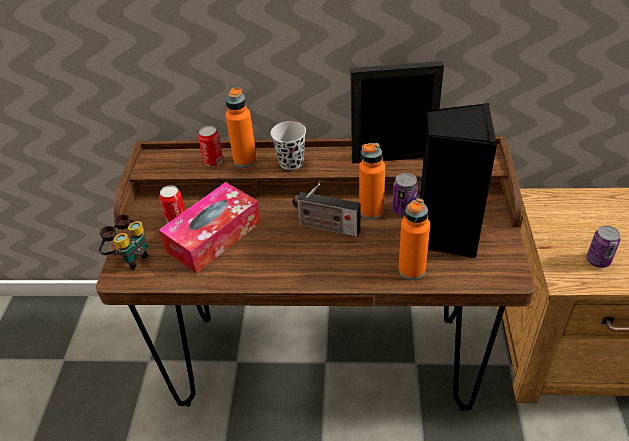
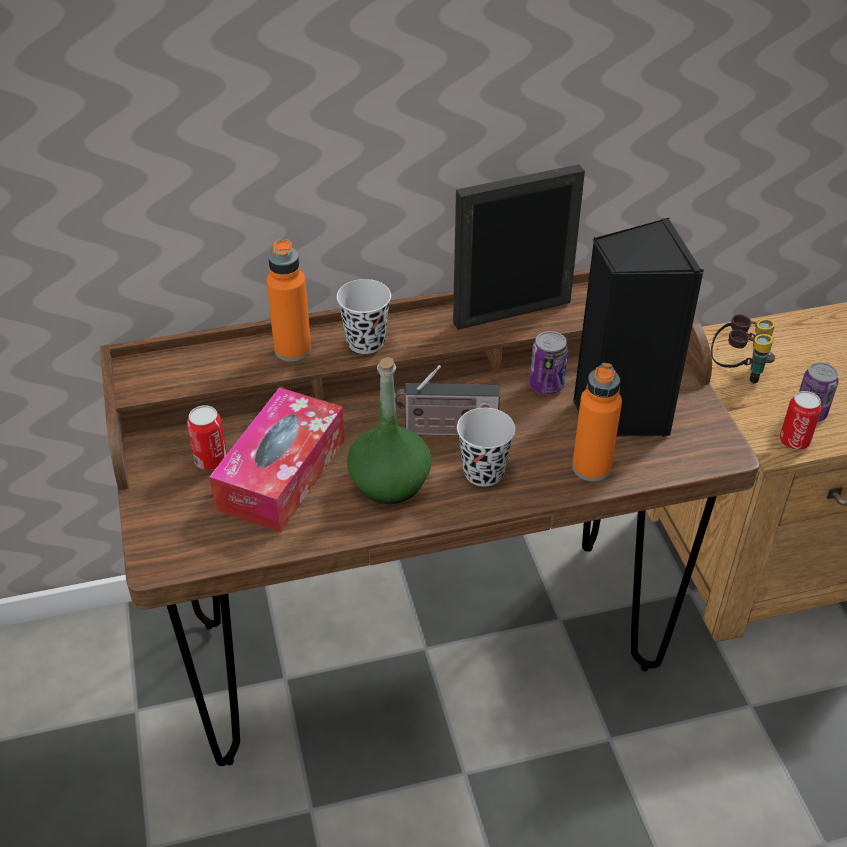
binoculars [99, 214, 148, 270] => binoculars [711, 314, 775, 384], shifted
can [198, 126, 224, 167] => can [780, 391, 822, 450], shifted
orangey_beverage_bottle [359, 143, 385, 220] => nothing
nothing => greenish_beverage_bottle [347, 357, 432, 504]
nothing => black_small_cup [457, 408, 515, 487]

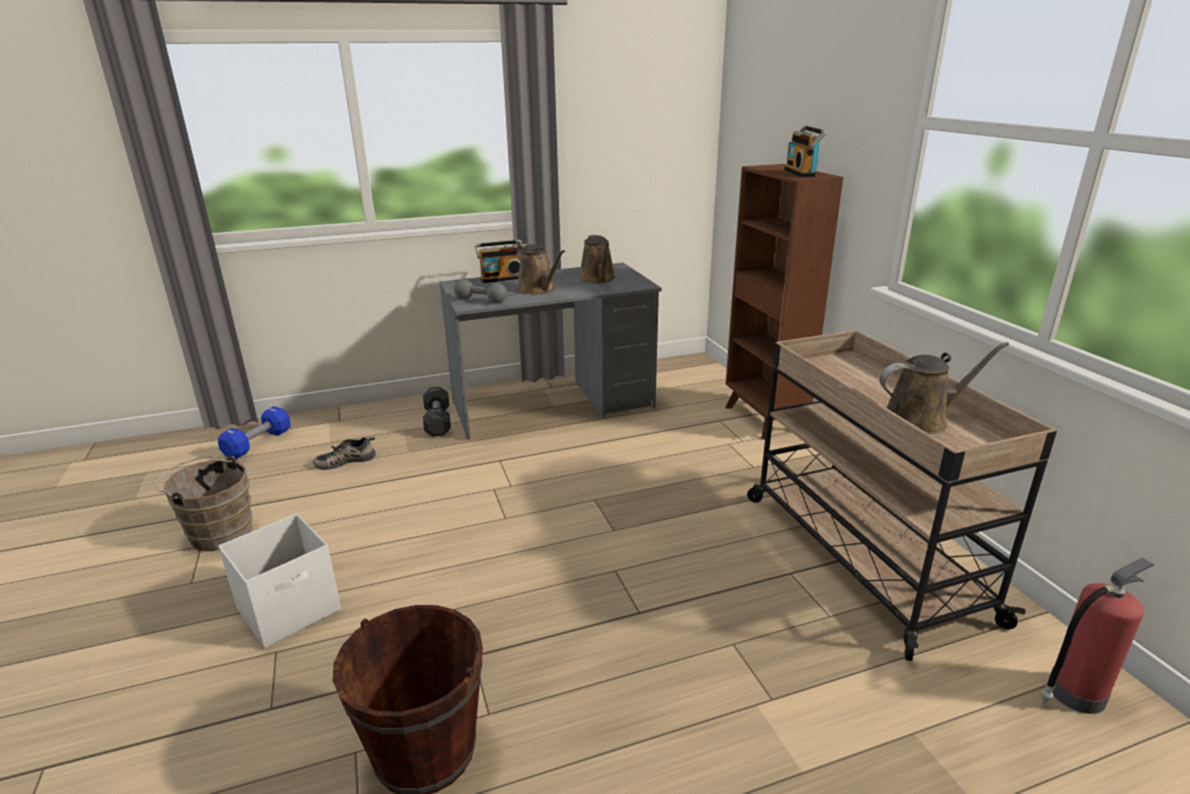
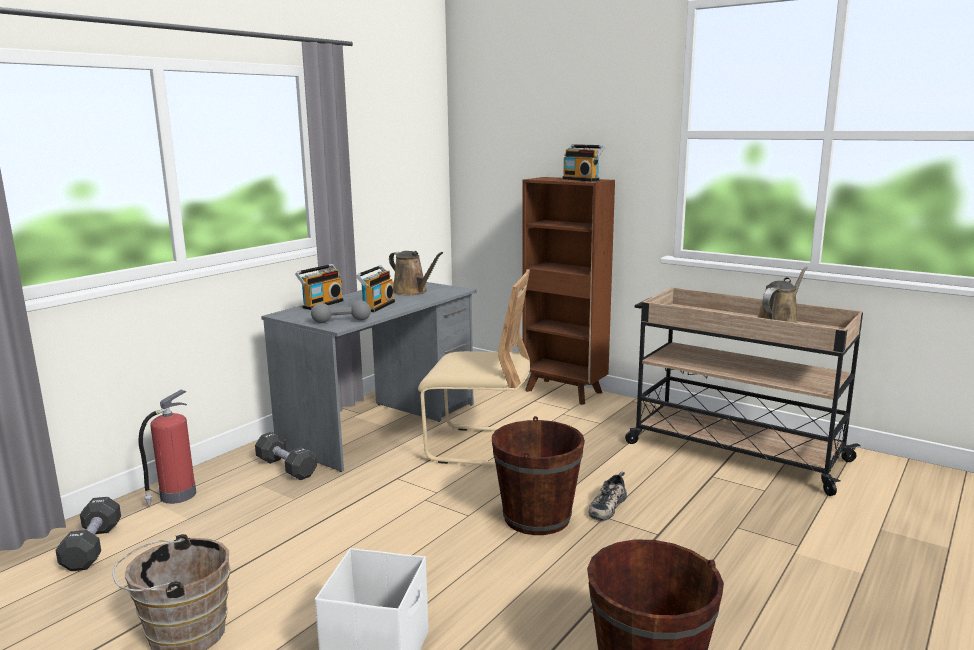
bluish_dumbbell [218, 406, 291, 459] => black_dumbbell [55, 497, 121, 571]
shoe [313, 437, 376, 470] => shoe [589, 472, 627, 521], shifted
brown-coloured_watering_pot [517, 244, 565, 295] => radio_receiver [356, 265, 395, 312]
extinguisher [1041, 557, 1154, 714] => extinguisher [139, 390, 196, 505], shifted
nothing => sand-coloured_chair [418, 269, 530, 466]
nothing => brown-coloured_bucket [492, 416, 585, 535]

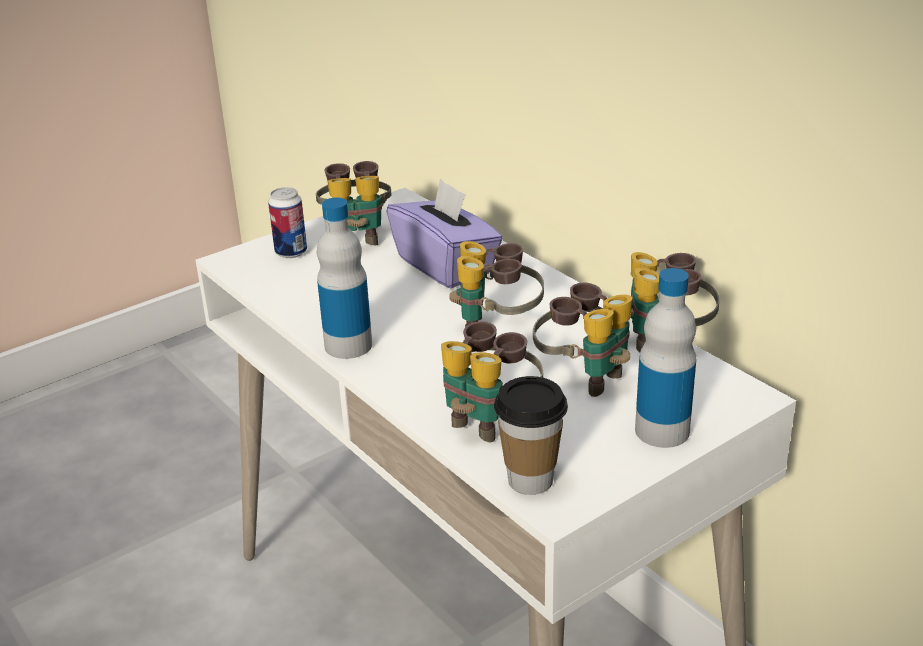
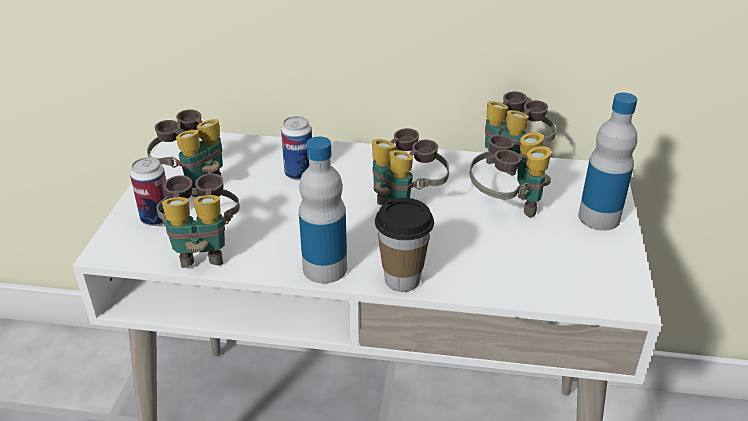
purplish_box_of_tissues [386, 178, 503, 288] => can [281, 116, 312, 180]
binoculars [441, 321, 543, 442] => binoculars [157, 173, 240, 268], shifted
small_cup [494, 376, 568, 495] => small_cup [375, 198, 434, 292], shifted

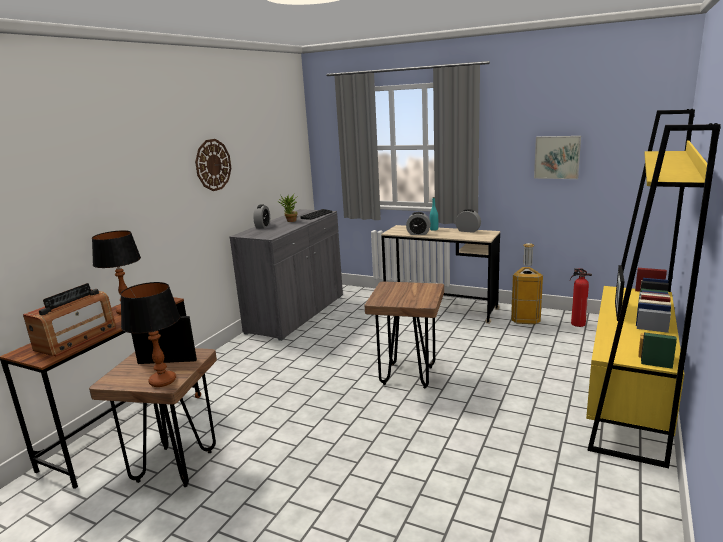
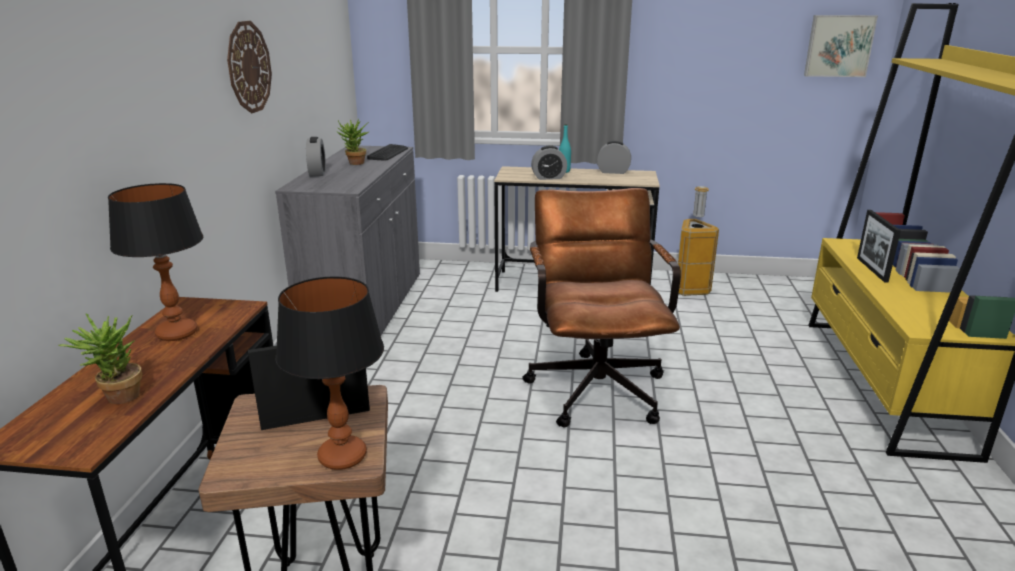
radio_receiver [23, 283, 116, 356] => plant_in_a_pot [58, 314, 142, 404]
brown-coloured_sitting_stool [365, 281, 444, 388] => brown-coloured_desk_chair [522, 188, 681, 427]
wall_picture [534, 136, 581, 179] => wall_picture [804, 15, 878, 77], shifted
extinguisher [570, 268, 592, 327] => nothing

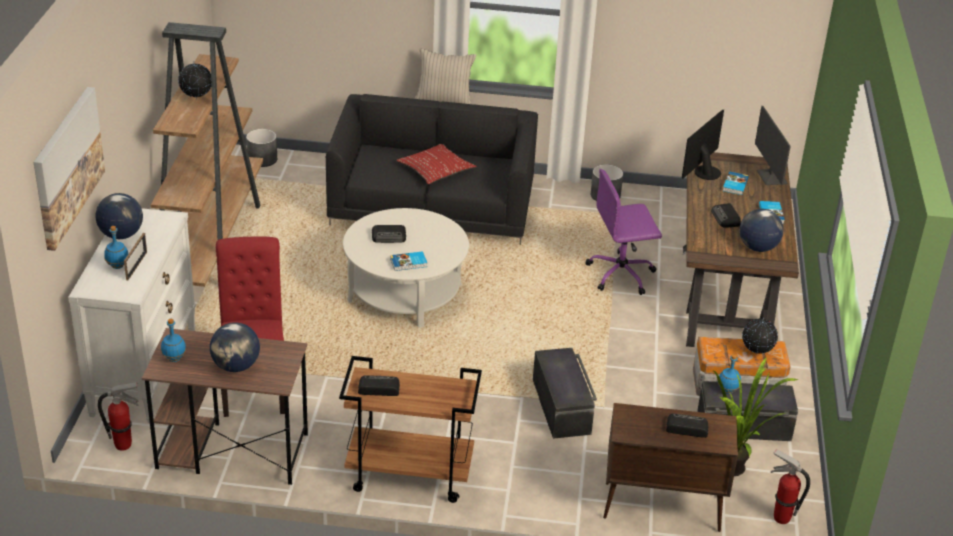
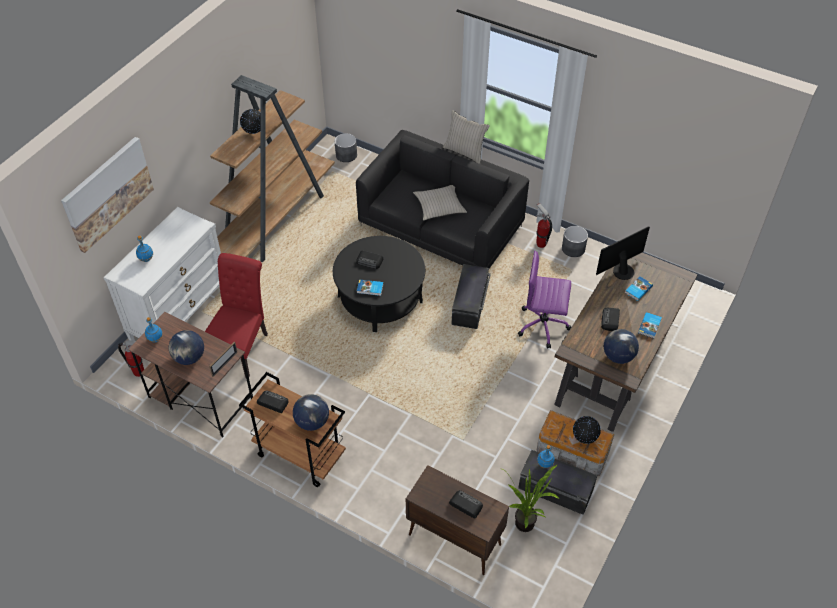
world_globe [95, 193, 143, 239] => world_globe [293, 394, 329, 431], shifted
picture_frame [124, 233, 147, 280] => picture_frame [209, 342, 238, 377], shifted
whitish_coffee_table [343, 208, 469, 327] => black_coffee_table [333, 236, 425, 332]
reddish_pillow [396, 144, 477, 184] => sand-coloured_pillow [413, 185, 467, 221]
black_storage_box [533, 348, 597, 439] => black_storage_box [452, 264, 491, 329], shifted
monitor [755, 106, 791, 185] => nothing
extinguisher [771, 449, 810, 524] => extinguisher [536, 203, 552, 248], shifted

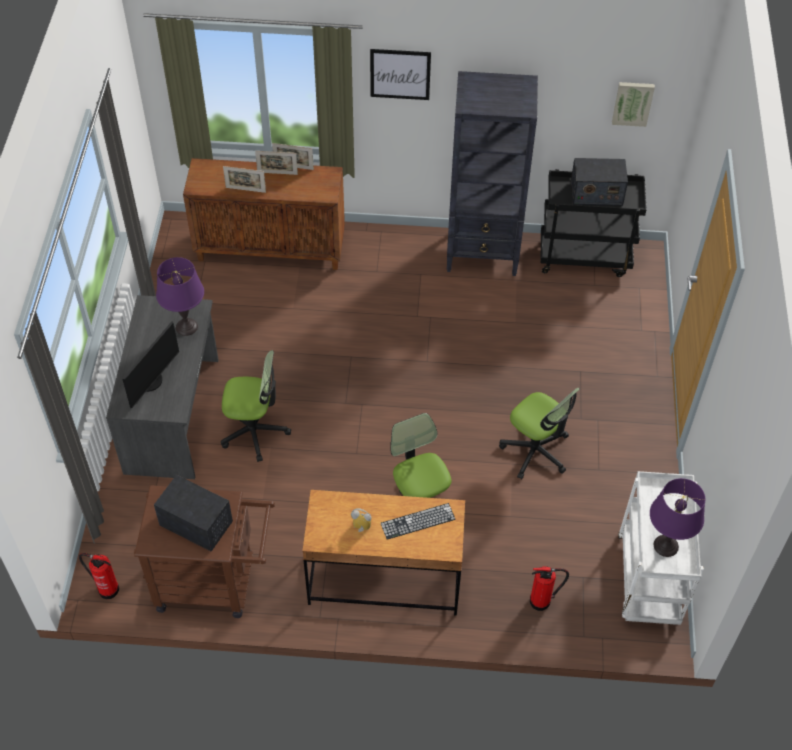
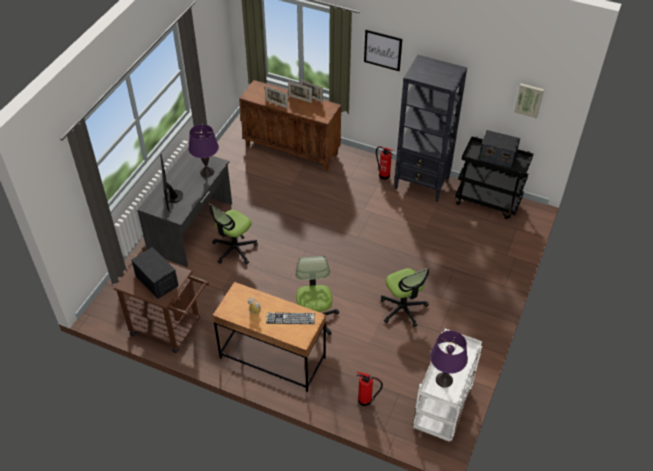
extinguisher [79, 553, 119, 599] => extinguisher [376, 146, 393, 180], shifted
monitor [122, 321, 179, 408] => monitor [160, 154, 183, 211], 120 degrees clockwise
desk_chair [221, 350, 291, 462] => desk_chair [209, 204, 258, 264], 105 degrees clockwise

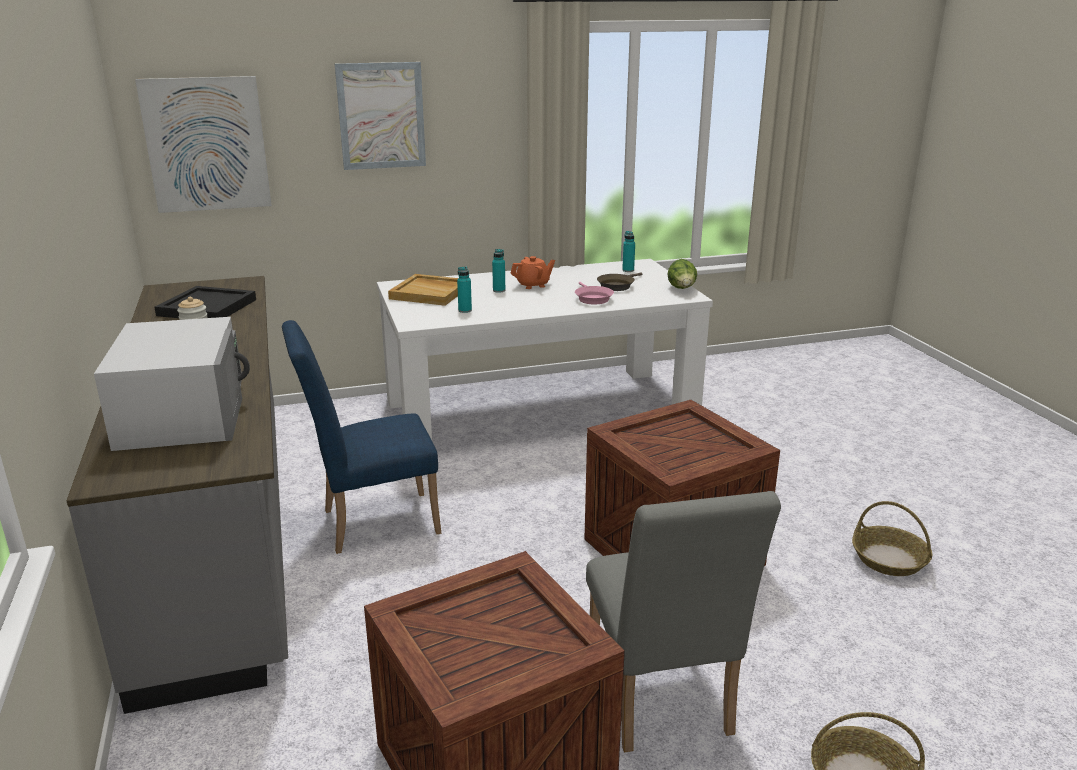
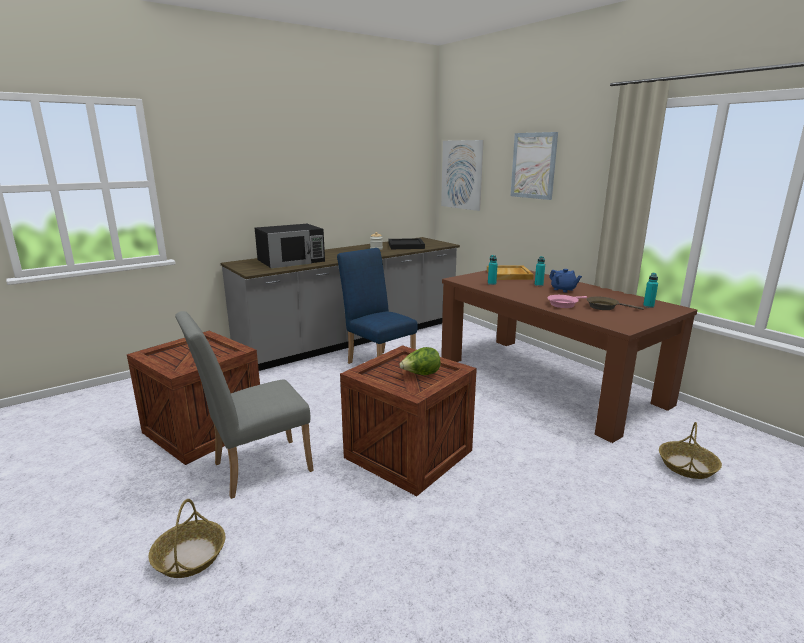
whitish_kitchen_microwave [94, 317, 250, 451] => black_kitchen_microwave [255, 224, 325, 268]
whitish_dining_table [377, 259, 713, 440] => brown-coloured_dining_table [441, 270, 697, 443]
orangey_tea_pot [510, 256, 555, 289] => bluish_tea_pot [549, 269, 582, 292]
head_of_lettuce [668, 259, 697, 289] => head_of_lettuce [400, 347, 441, 375], shifted
basket [852, 501, 932, 576] => basket [659, 422, 722, 479], shifted

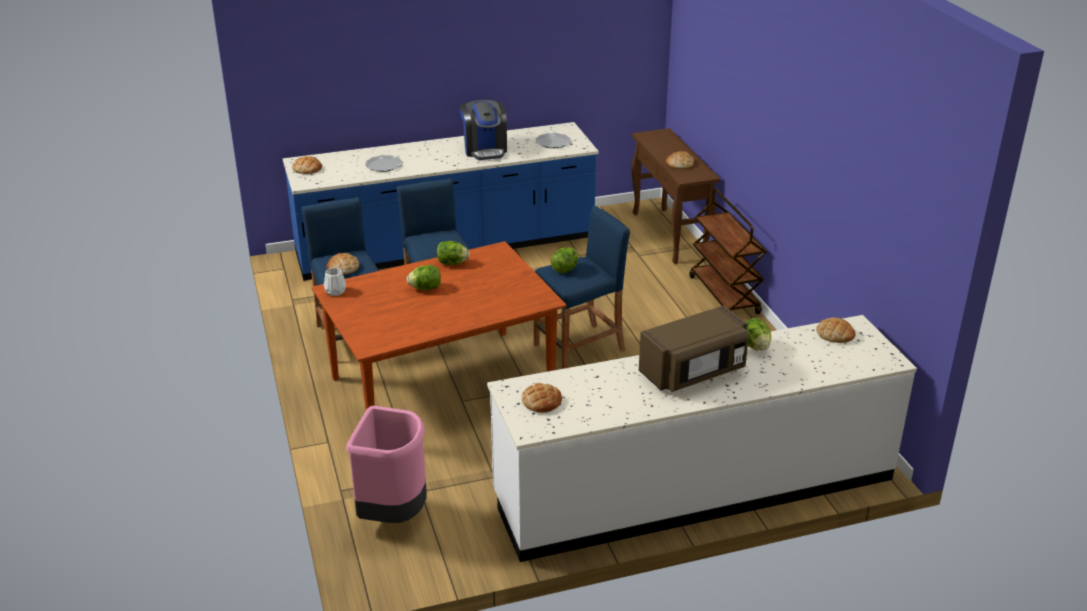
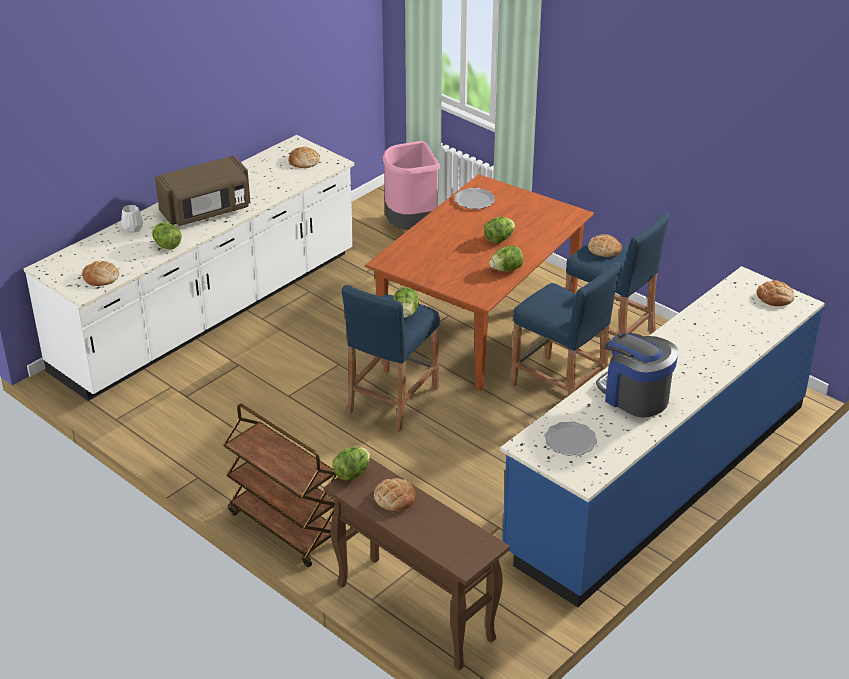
whitish_decorative_vase [324, 268, 346, 296] => whitish_decorative_vase [121, 205, 143, 233], shifted
flat_dish [365, 155, 403, 172] => flat_dish [455, 188, 495, 209], shifted
brown-coloured_kitchen_microwave [639, 305, 749, 392] => brown-coloured_kitchen_microwave [155, 155, 251, 226], 150 degrees counterclockwise
nothing => head_of_lettuce [332, 447, 370, 481]

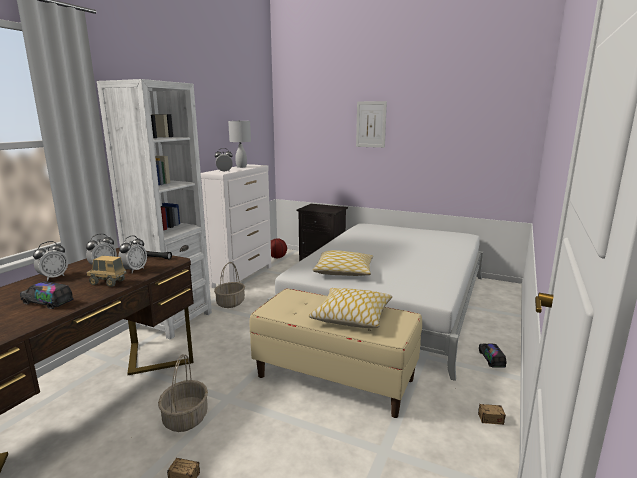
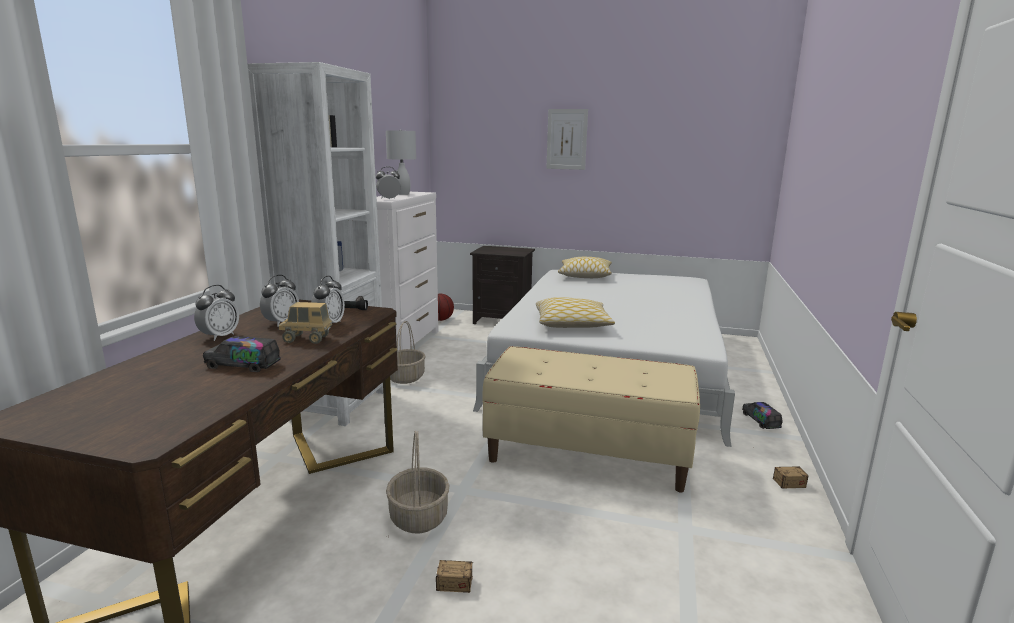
pillow [309, 288, 392, 328] => pillow [558, 257, 612, 278], shifted

